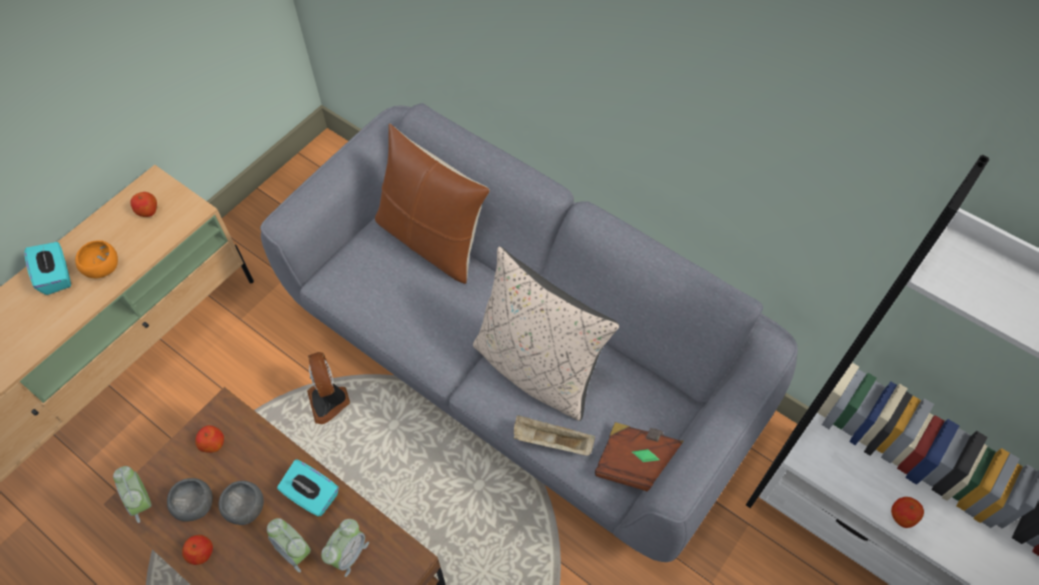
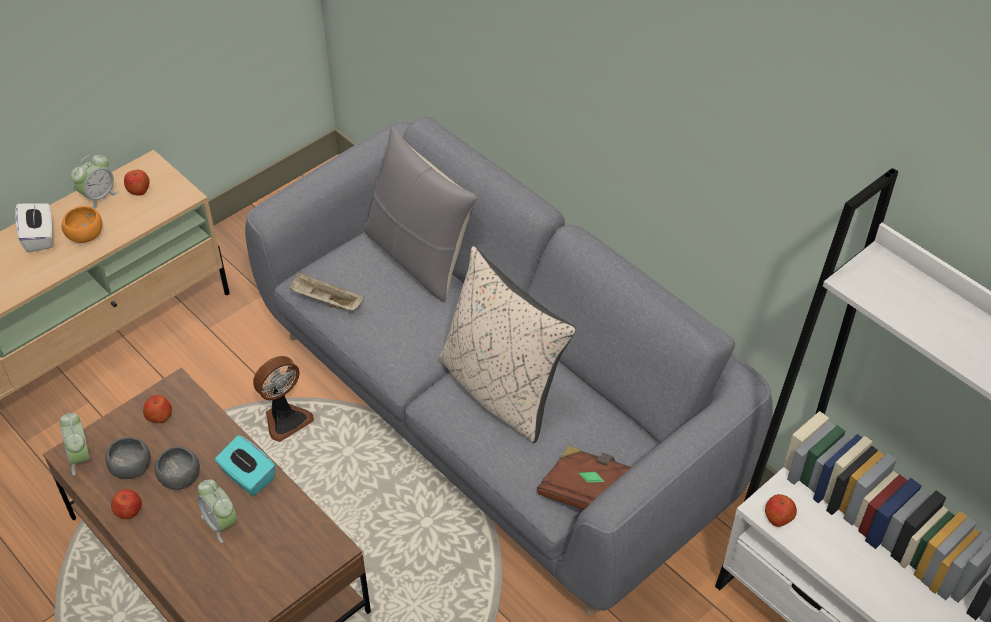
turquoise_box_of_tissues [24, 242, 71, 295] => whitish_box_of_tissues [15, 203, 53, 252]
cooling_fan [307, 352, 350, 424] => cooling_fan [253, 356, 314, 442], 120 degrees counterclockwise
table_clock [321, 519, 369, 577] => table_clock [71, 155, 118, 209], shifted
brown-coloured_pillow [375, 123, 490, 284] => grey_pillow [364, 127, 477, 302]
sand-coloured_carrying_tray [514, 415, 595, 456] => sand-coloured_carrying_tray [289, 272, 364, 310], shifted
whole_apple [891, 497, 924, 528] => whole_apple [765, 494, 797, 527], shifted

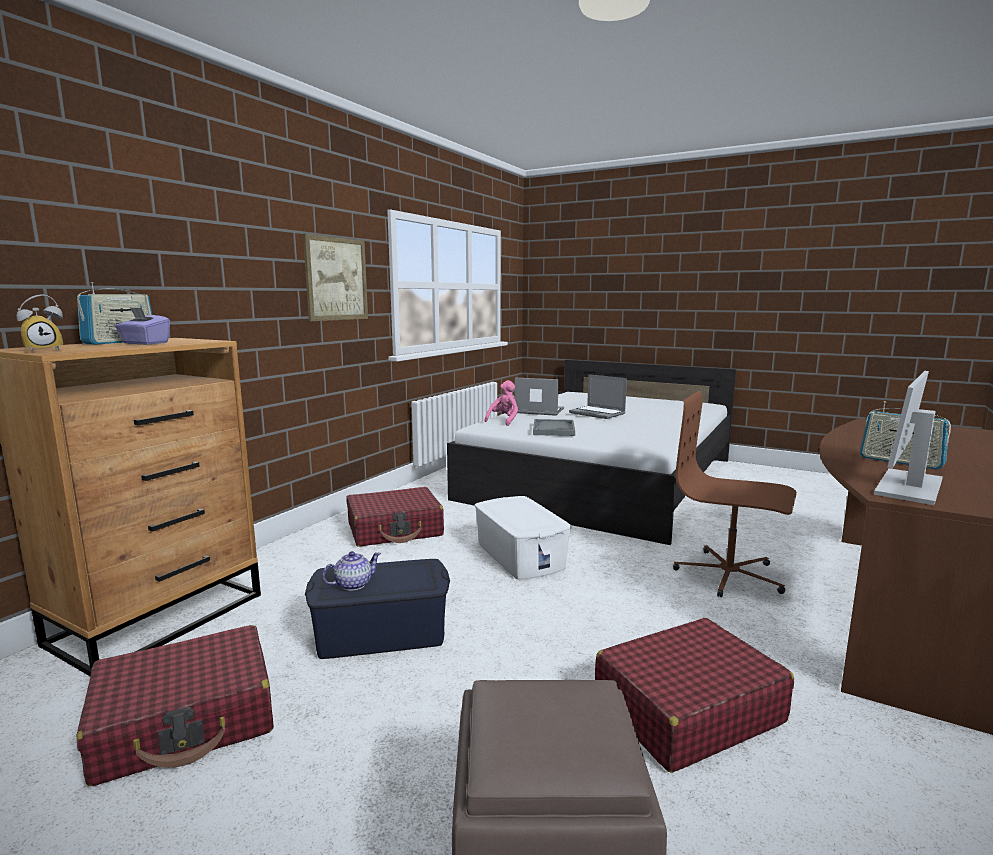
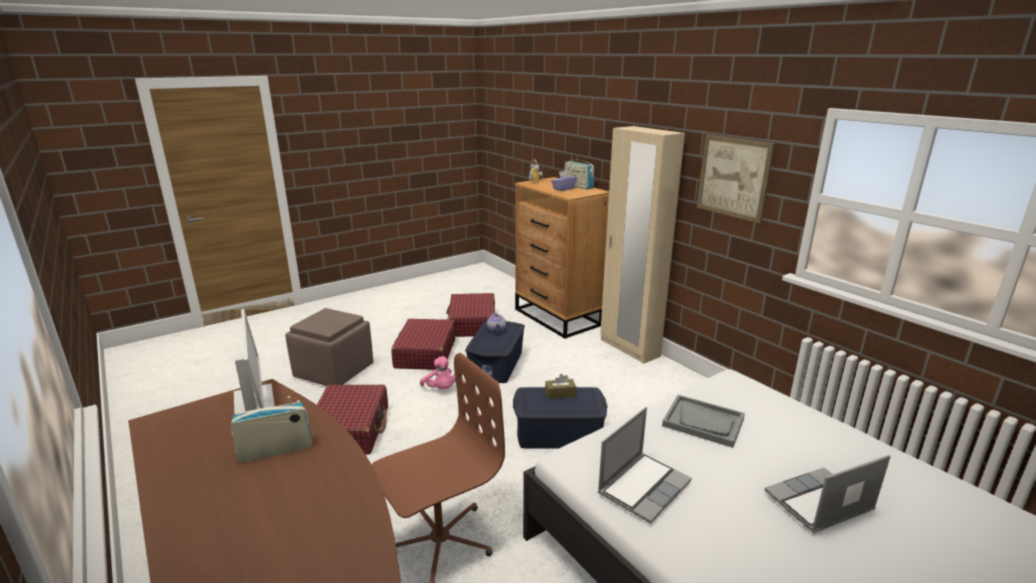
reddish_piece_of_luggage [346, 487, 444, 547] => reddish_piece_of_luggage [391, 319, 455, 370], shifted
whitish_storage_box [474, 496, 572, 580] => bluish_storage_box [513, 387, 607, 448]
pink-coloured_plush_toy [484, 380, 518, 426] => pink-coloured_plush_toy [420, 356, 456, 389], shifted
notebook_computer [515, 378, 564, 416] => notebook_computer [598, 407, 692, 524], shifted
nothing => brown-coloured_box_of_tissues [545, 374, 576, 399]
nothing => sand-coloured_armoire [600, 126, 685, 364]

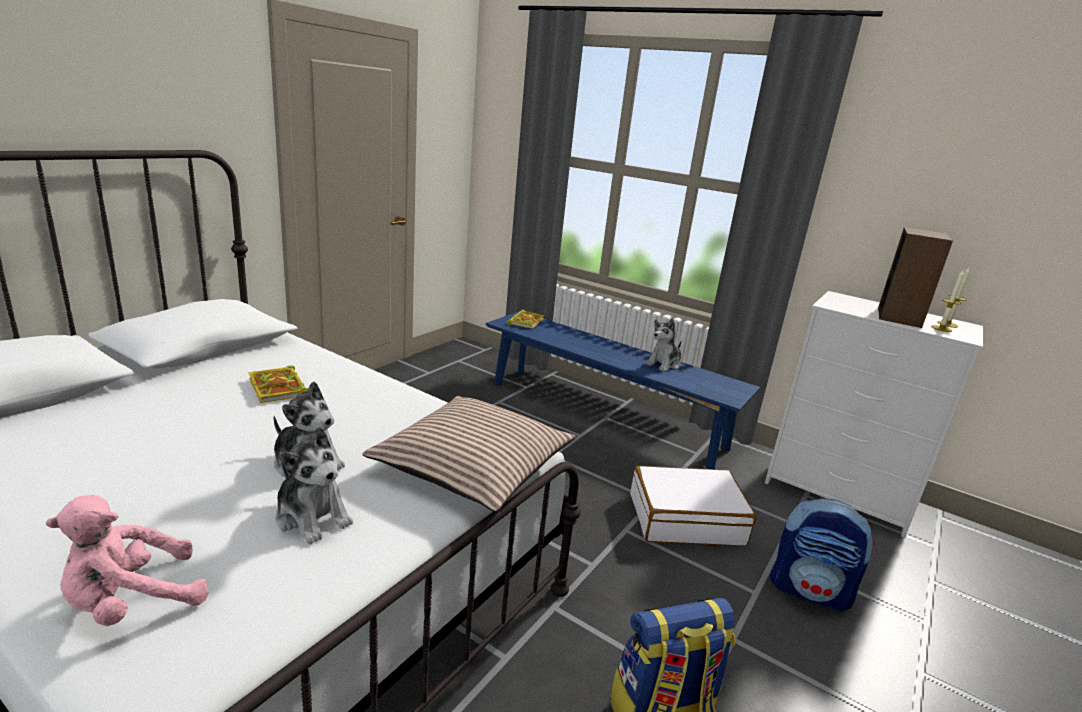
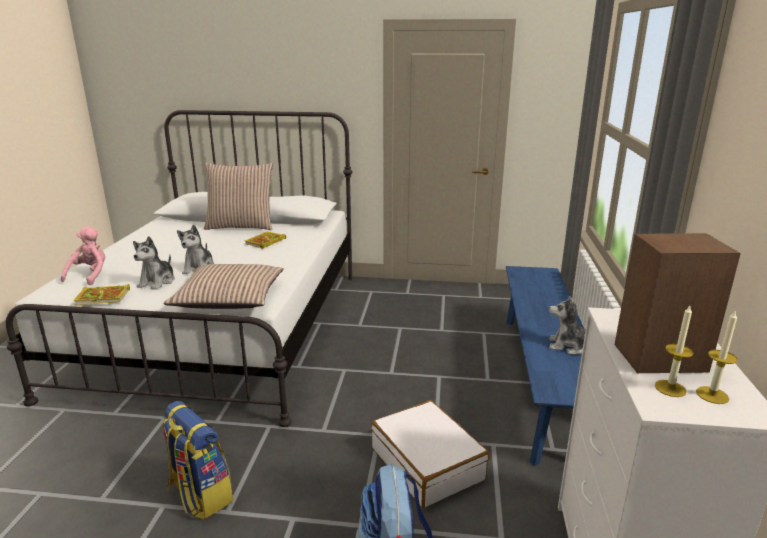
pink-coloured_plush_toy [46, 495, 208, 626] => pink-coloured_plush_toy [61, 226, 105, 286], 75 degrees clockwise
volume [507, 309, 545, 329] => volume [74, 284, 130, 305], shifted
nothing => pillow [204, 163, 273, 230]

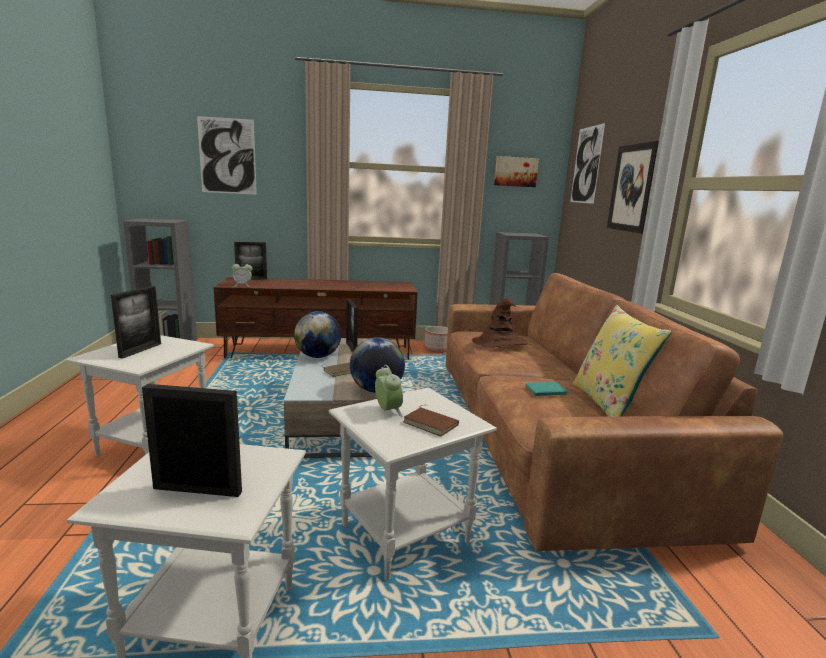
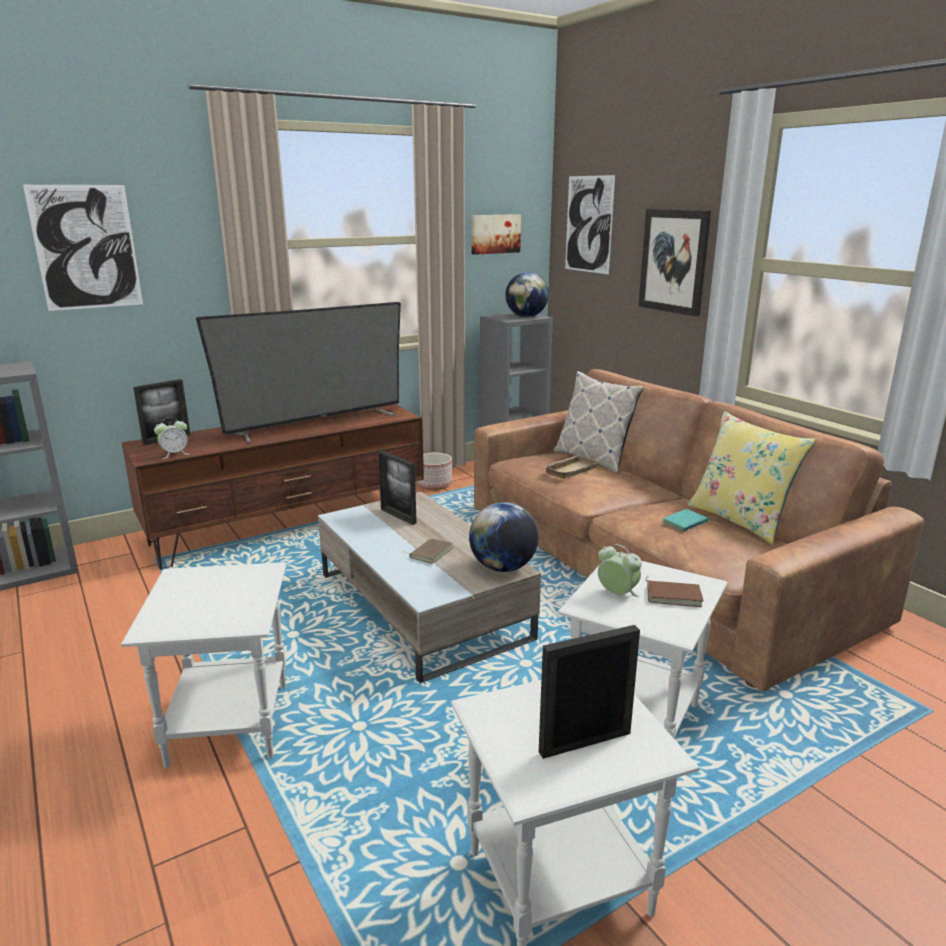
picture_frame [111, 286, 161, 359] => nothing
world_globe [294, 311, 341, 358] => world_globe [505, 272, 549, 317], shifted
brown-coloured_wearable_hat [472, 298, 528, 348] => sand-coloured_carrying_tray [543, 455, 599, 479]
nothing => TV_set [196, 302, 401, 444]
nothing => pillow [554, 371, 644, 474]

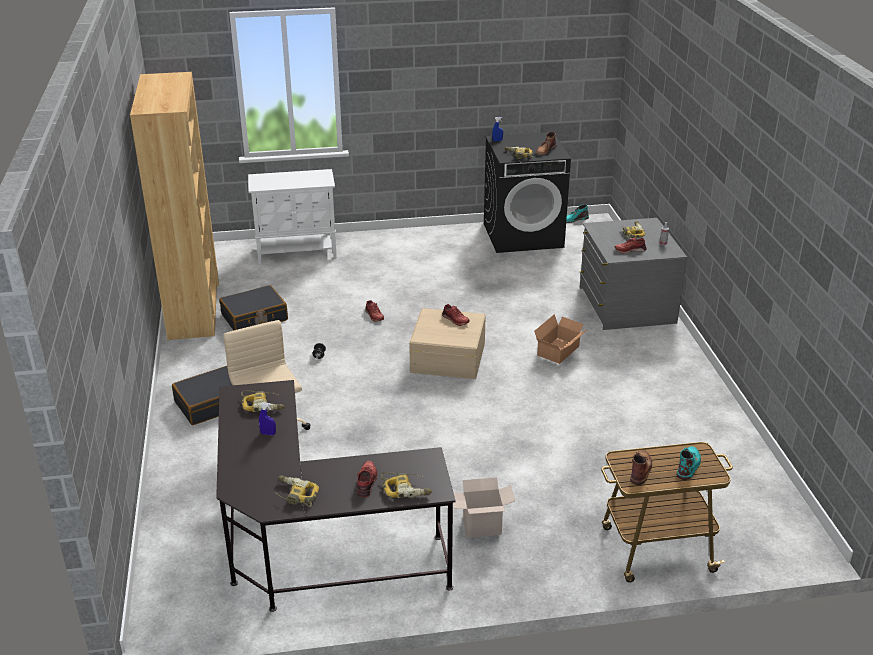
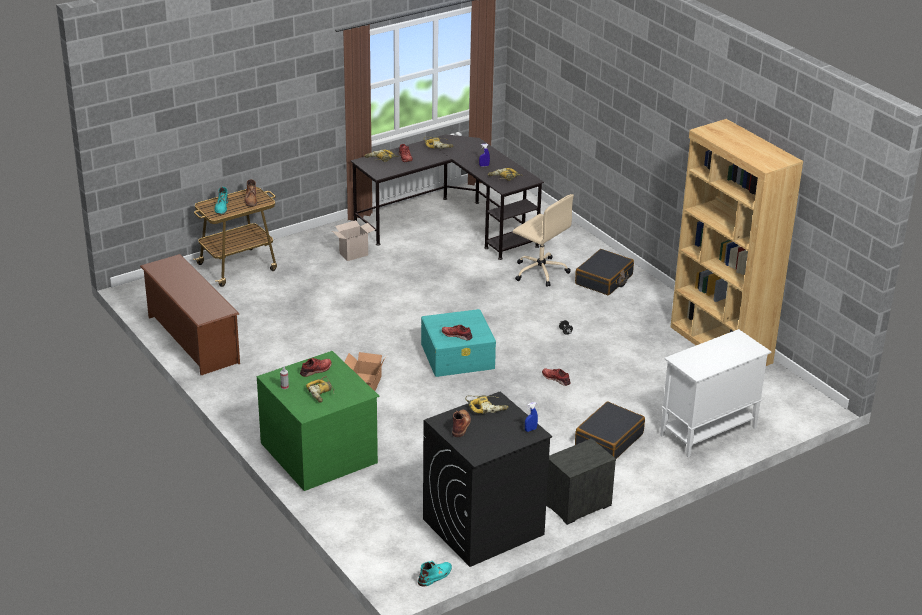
black_piece_of_luggage [219, 285, 288, 331] => black_piece_of_luggage [575, 402, 645, 459], shifted
sand-coloured_storage_box [409, 308, 486, 379] => turquoise_storage_box [421, 309, 496, 377]
grey_drawer_chest [580, 218, 687, 330] => greenish_drawer_chest [256, 351, 379, 491]
nothing => brown-coloured_shoe_shelf [140, 254, 240, 375]
nothing => night_table [546, 438, 616, 525]

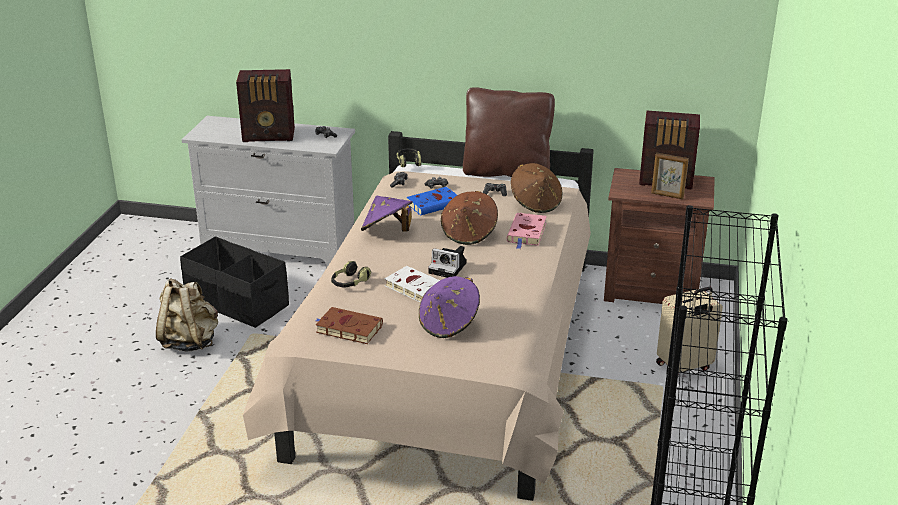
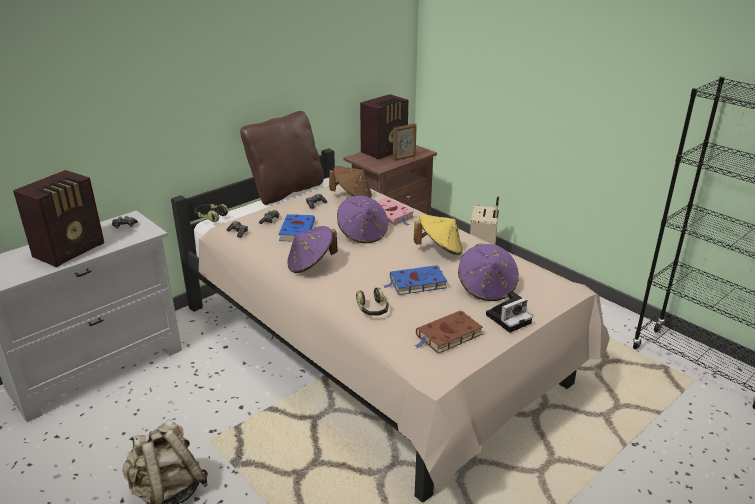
black_storage_box [180, 236, 289, 328] => nothing
whitish_volume [384, 266, 440, 303] => bluish_volume [383, 265, 447, 295]
photo_camera [428, 246, 467, 277] => photo_camera [486, 291, 532, 333], shifted
brown-coloured_wearable_hat [441, 191, 498, 245] => purplish_wearable_hat [337, 196, 388, 243]
nothing => yellow_wearable_hat [414, 214, 463, 255]

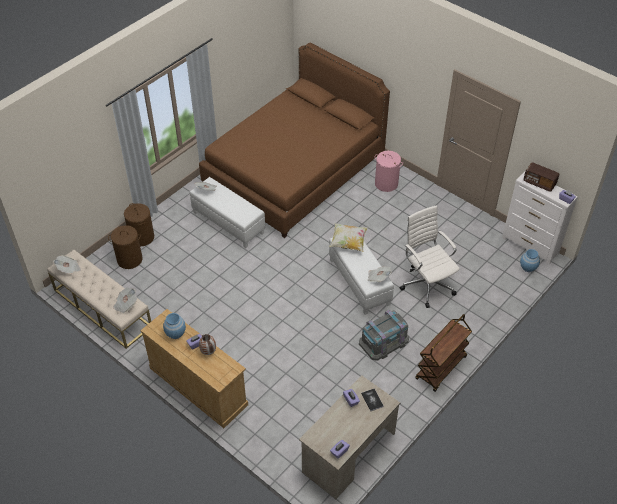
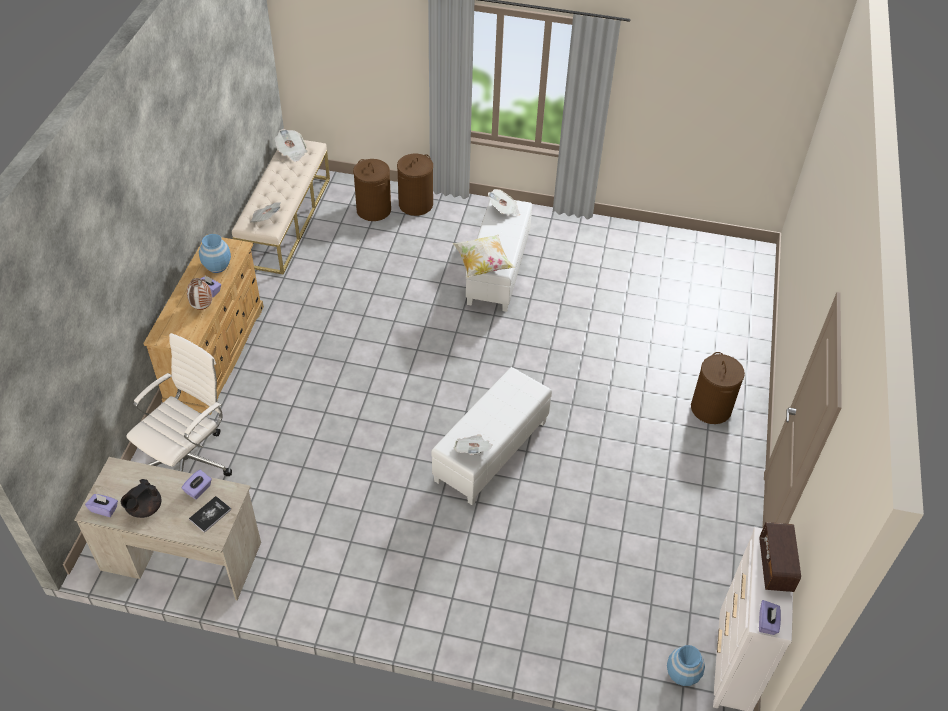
brown-coloured_bed [199, 43, 390, 238] => nothing
pillow [329, 223, 368, 252] => pillow [453, 235, 515, 277], shifted
grey_storage_box [359, 310, 409, 361] => nothing
pink-coloured_hamper [375, 151, 403, 192] => brown-coloured_hamper [691, 352, 745, 424]
whitish_desk_chair [400, 205, 460, 308] => whitish_desk_chair [126, 333, 232, 476], shifted
brown-coloured_trolley [415, 314, 472, 392] => nothing
nothing => black_tea_pot [121, 479, 161, 518]

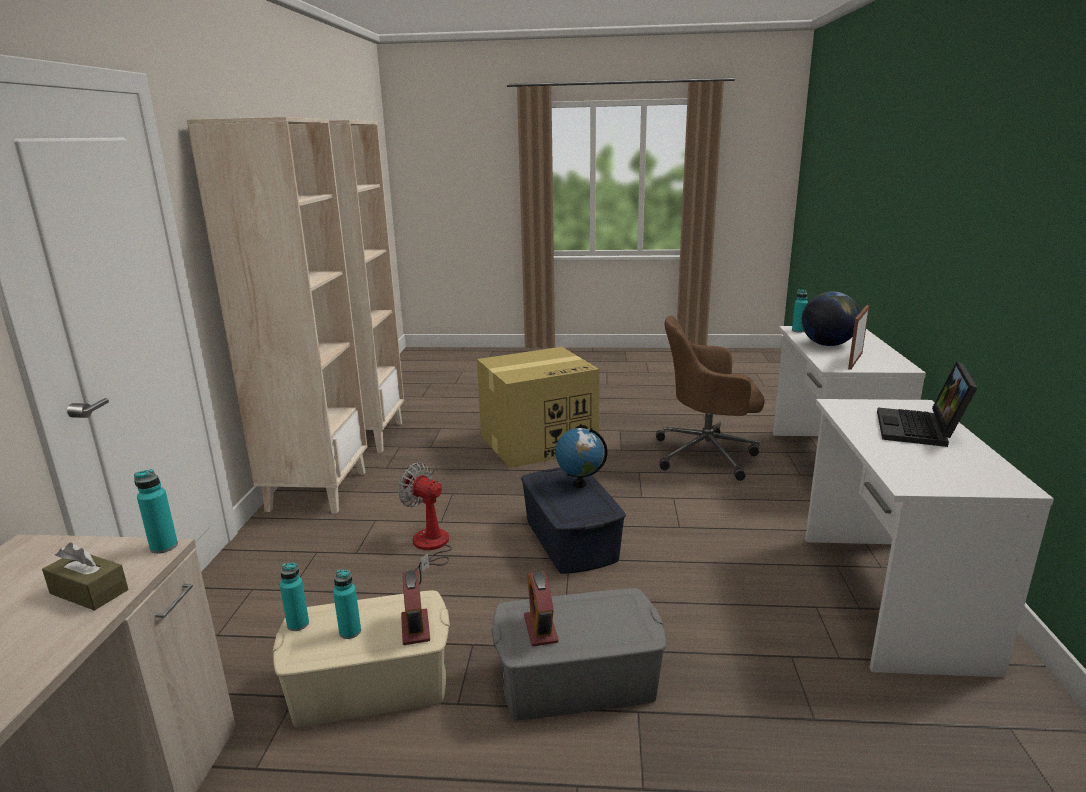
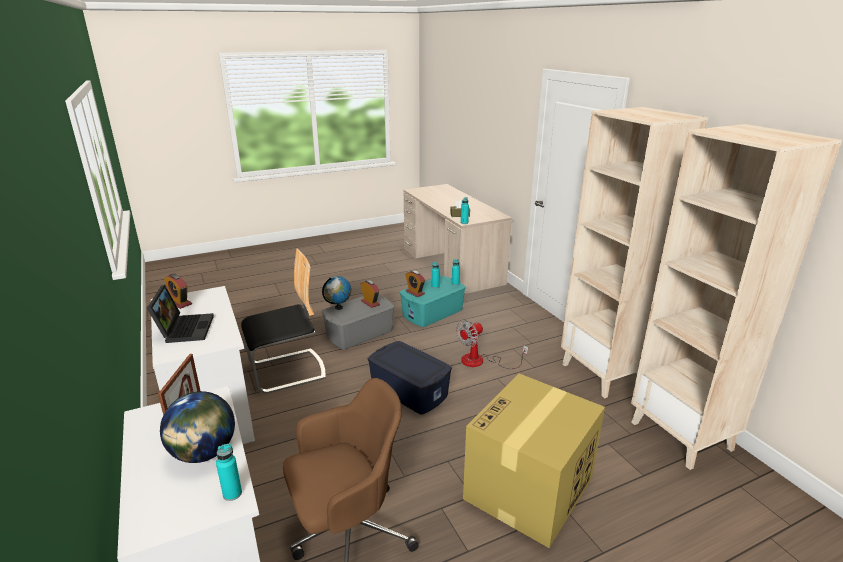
sand-coloured_storage_box [272, 590, 450, 727] => turquoise_storage_box [400, 276, 466, 327]
cooling_fan [397, 462, 452, 585] => cooling_fan [456, 320, 528, 369], 135 degrees clockwise
world_globe [555, 428, 607, 488] => world_globe [322, 276, 351, 310], shifted
nothing => table_clock [164, 273, 192, 309]
nothing => chair [241, 249, 326, 394]

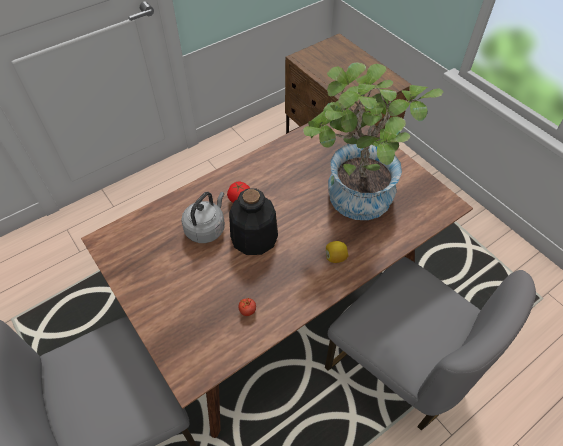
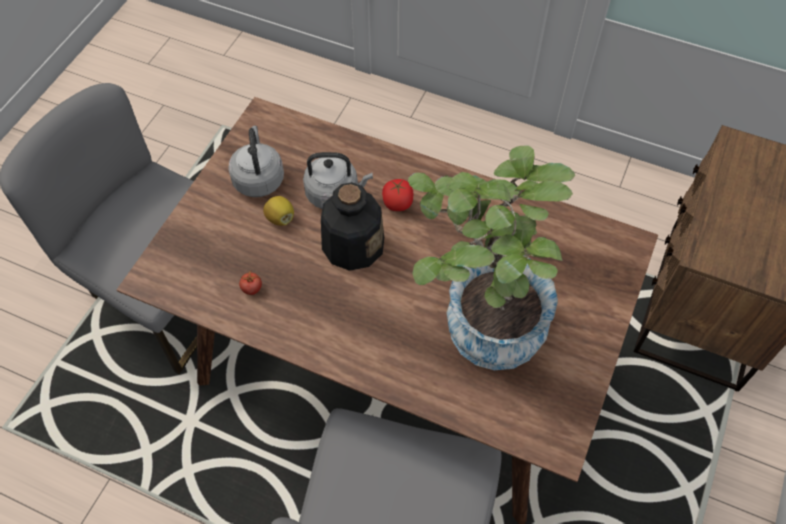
citrus_fruit [326, 241, 348, 263] => citrus_fruit [263, 196, 294, 226], shifted
nothing => grey_kettle [228, 126, 284, 197]

